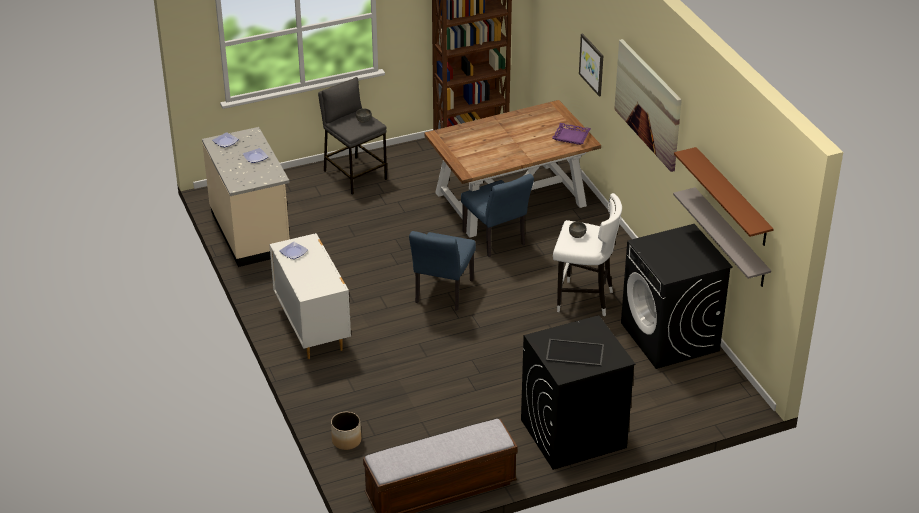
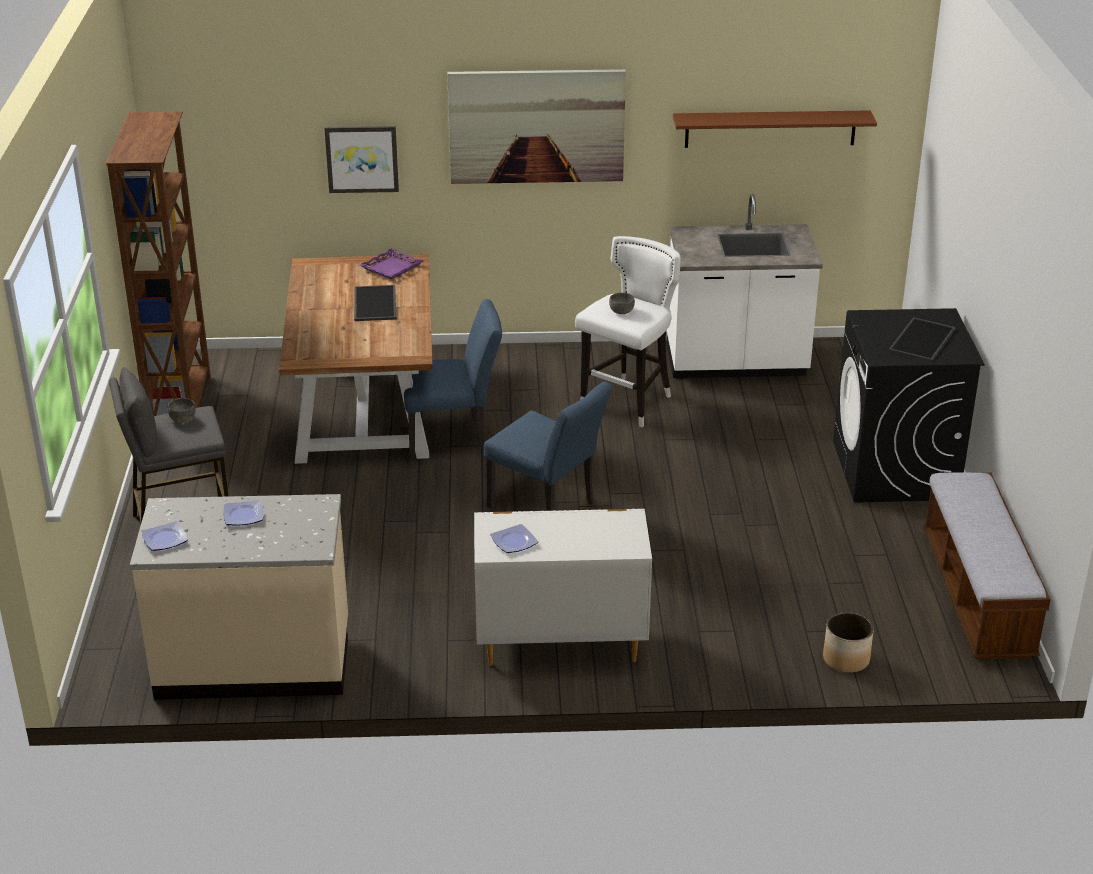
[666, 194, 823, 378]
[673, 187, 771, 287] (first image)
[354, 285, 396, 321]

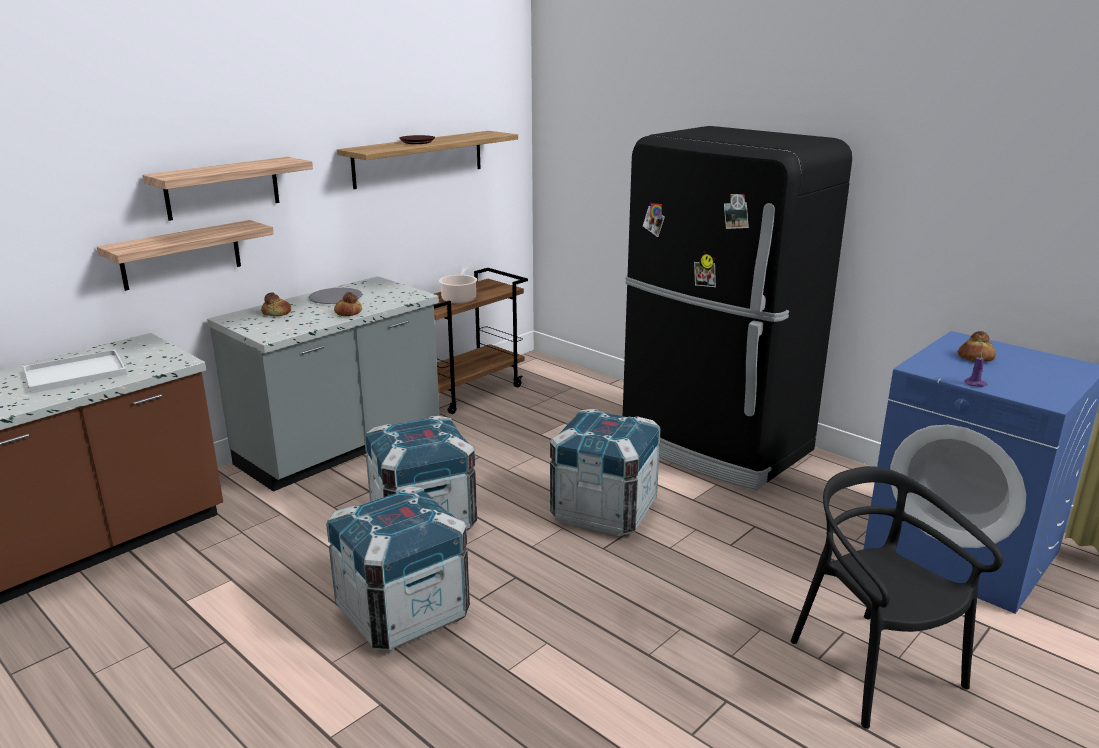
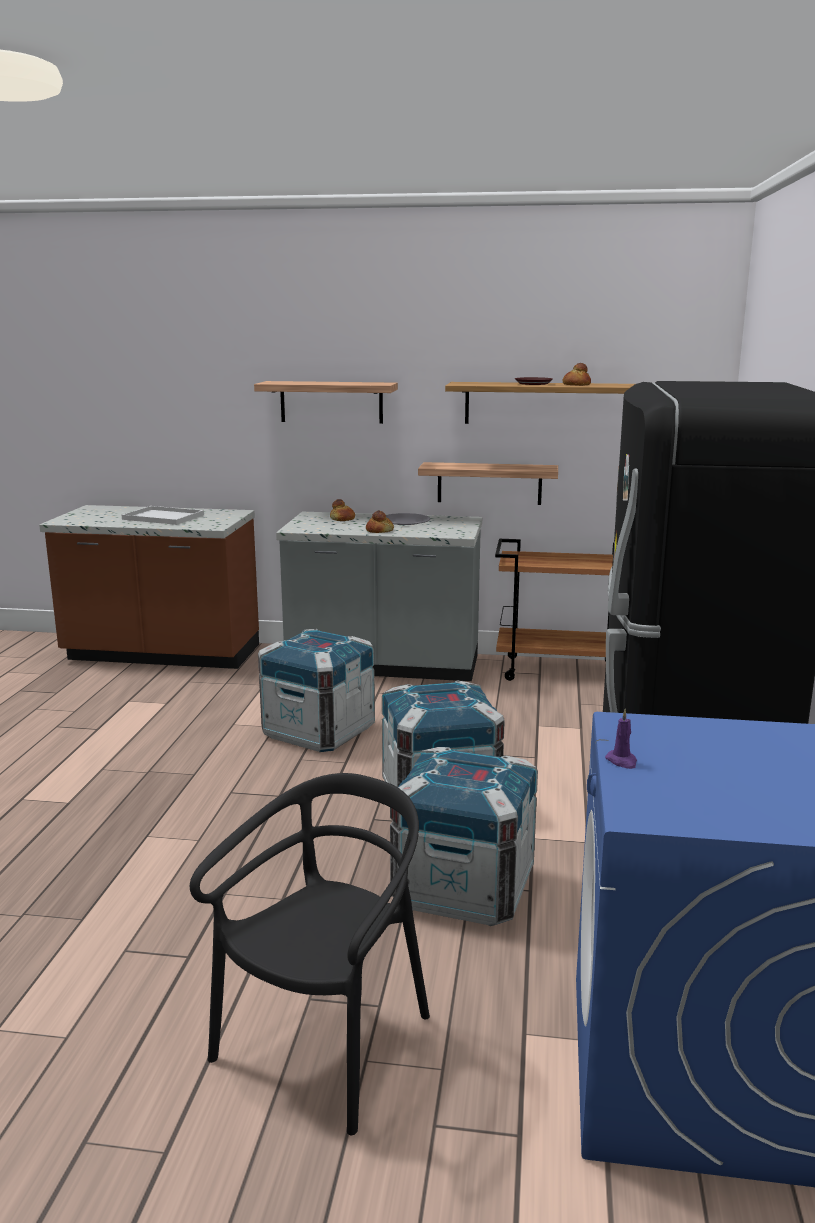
[418, 462, 558, 505]
[390, 747, 538, 926]
[439, 266, 478, 304] (first image)
[563, 363, 591, 386]

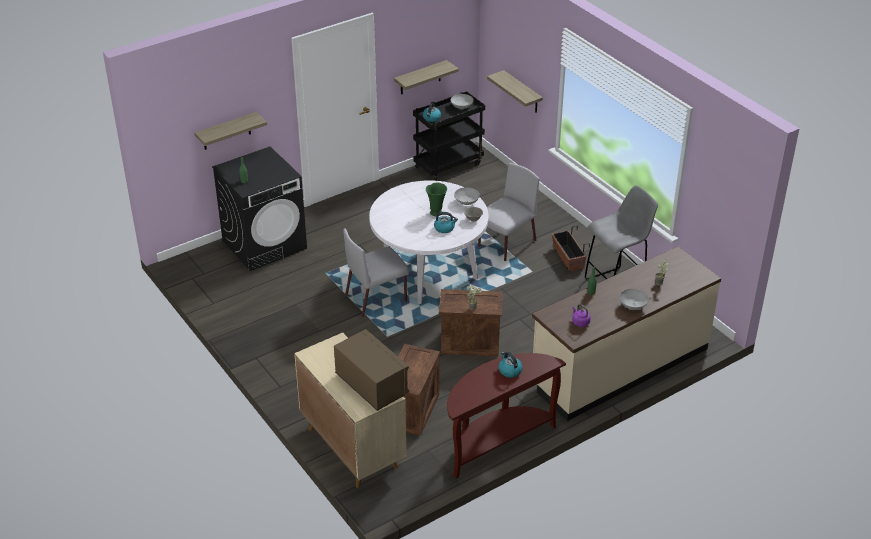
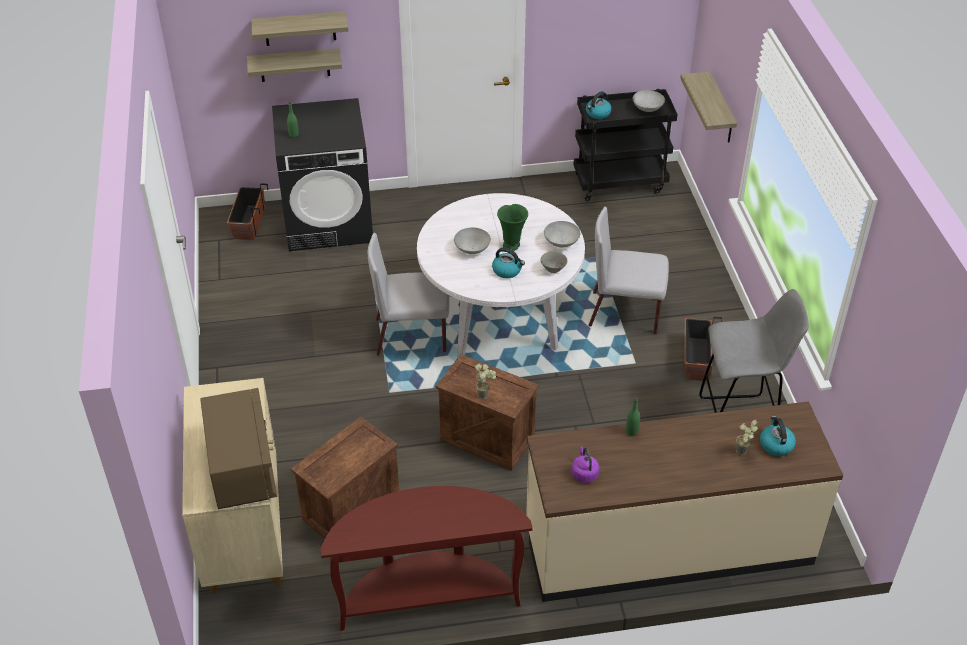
[251, 11, 348, 46]
[588, 207, 669, 334]
[760, 416, 796, 456]
[454, 228, 491, 254]
[227, 183, 268, 240]

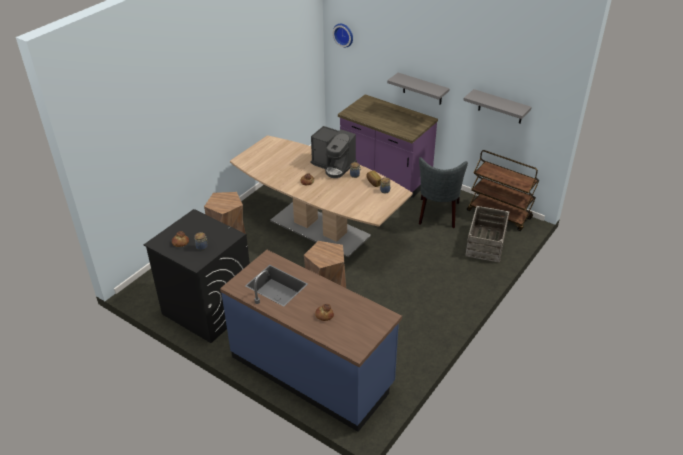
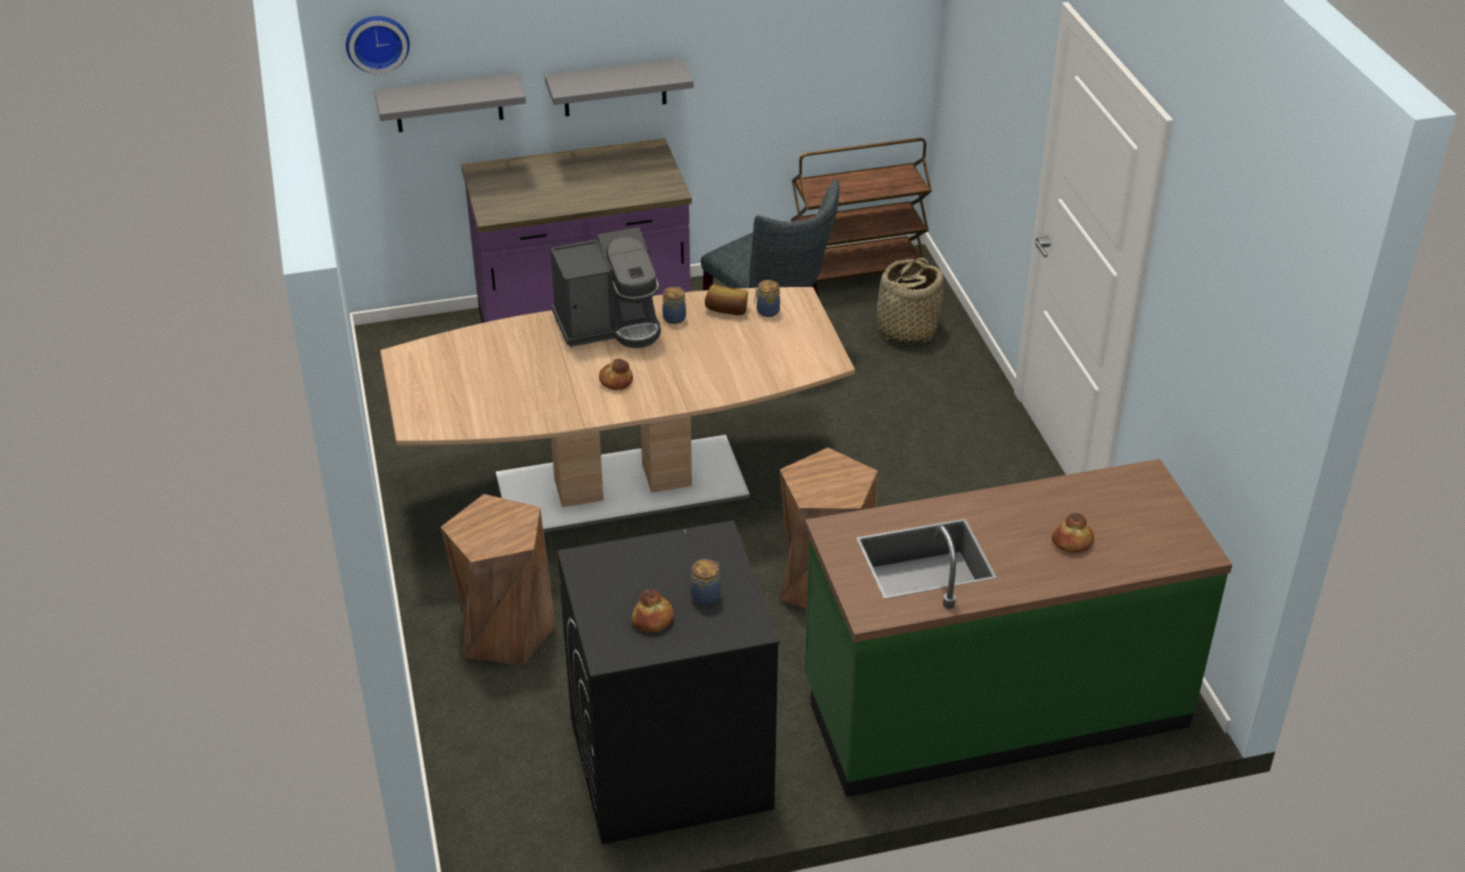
[805, 459, 1232, 797]
[375, 74, 526, 132]
[875, 258, 944, 343]

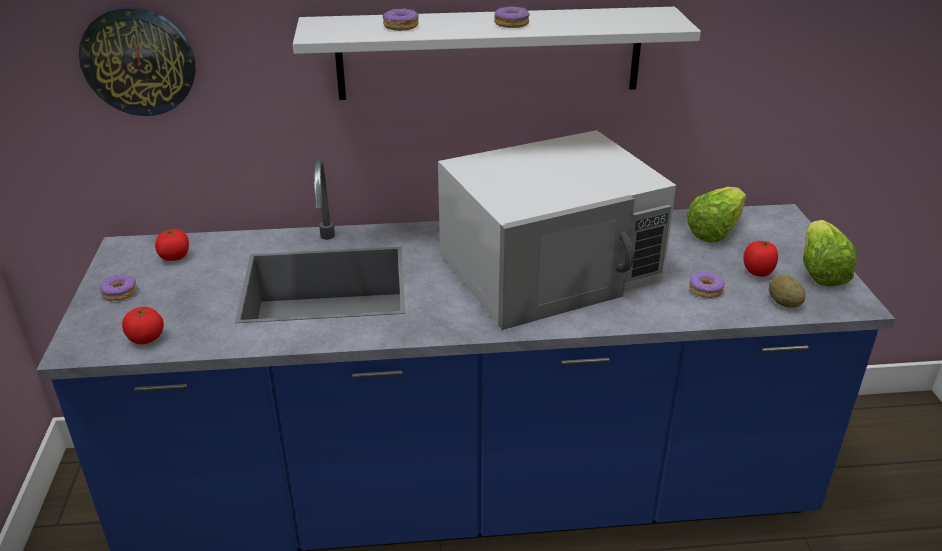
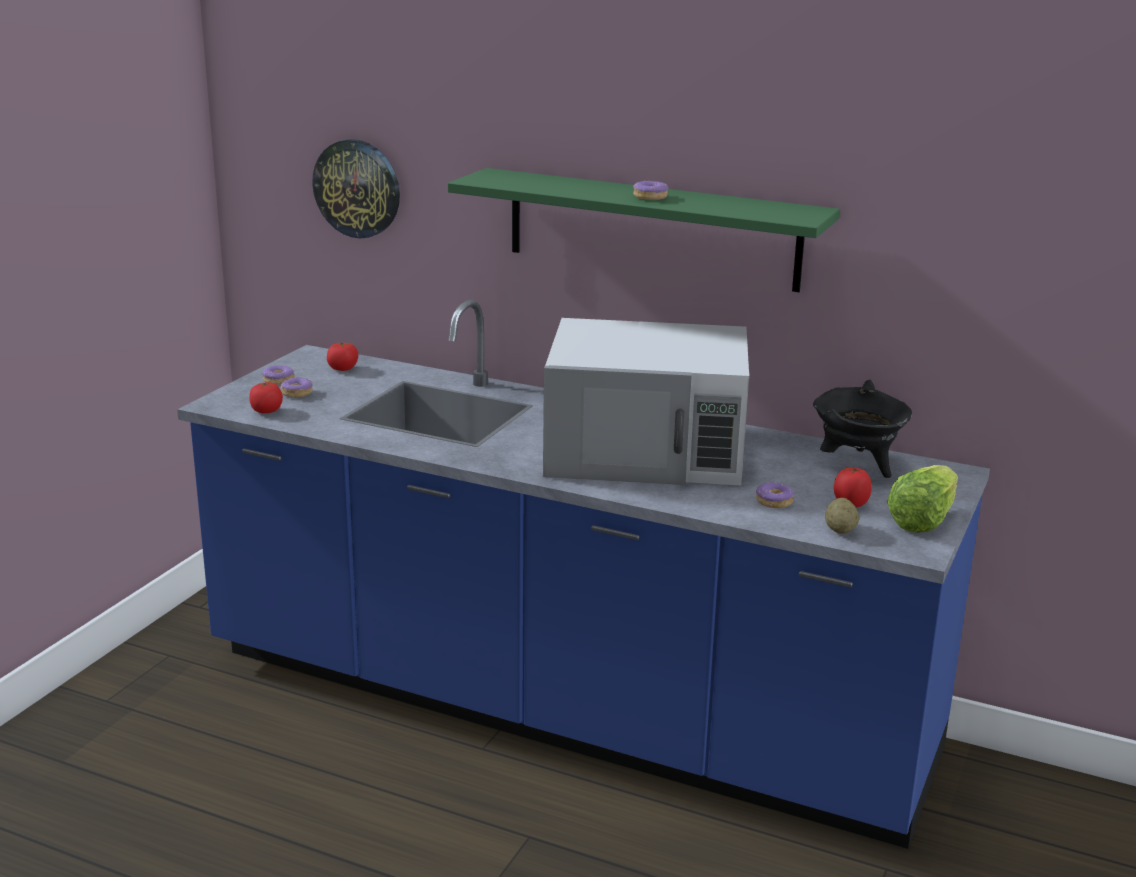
[448, 168, 840, 292]
[281, 377, 313, 398]
[813, 380, 912, 478]

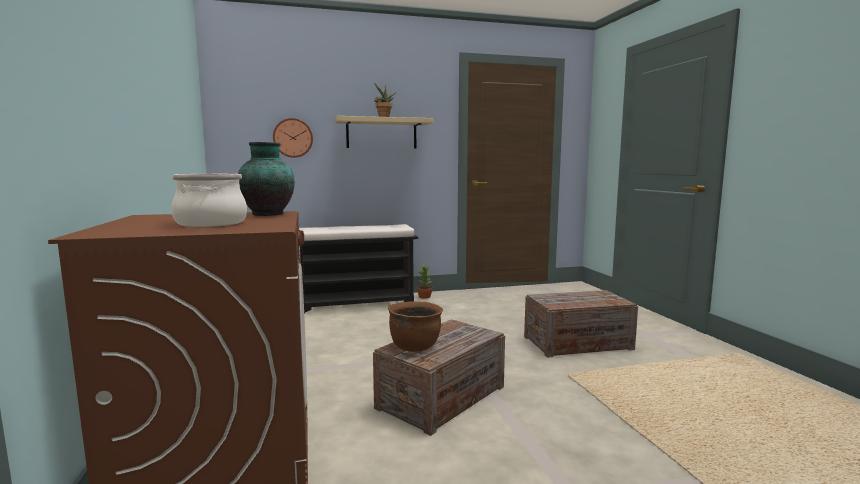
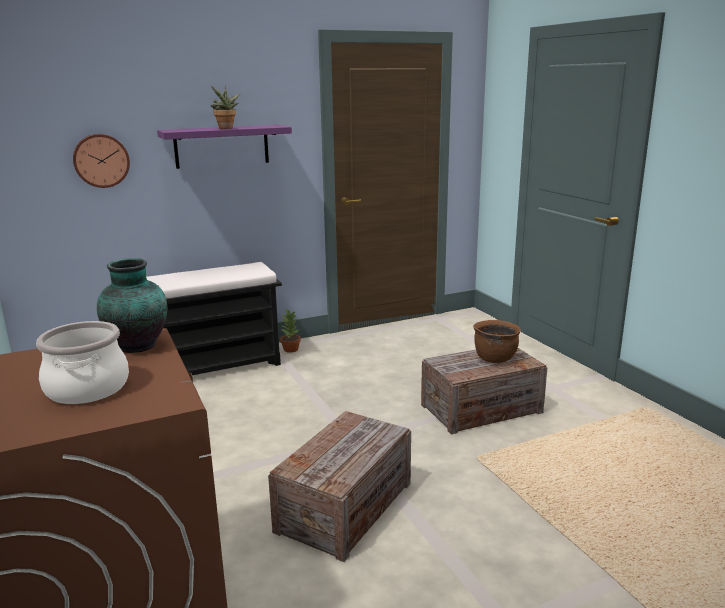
[157, 125, 292, 169]
[473, 320, 521, 363]

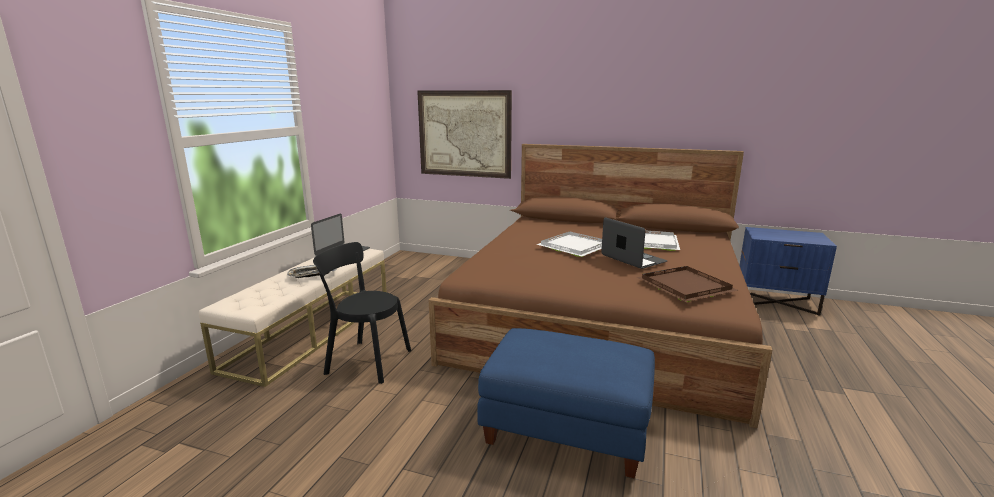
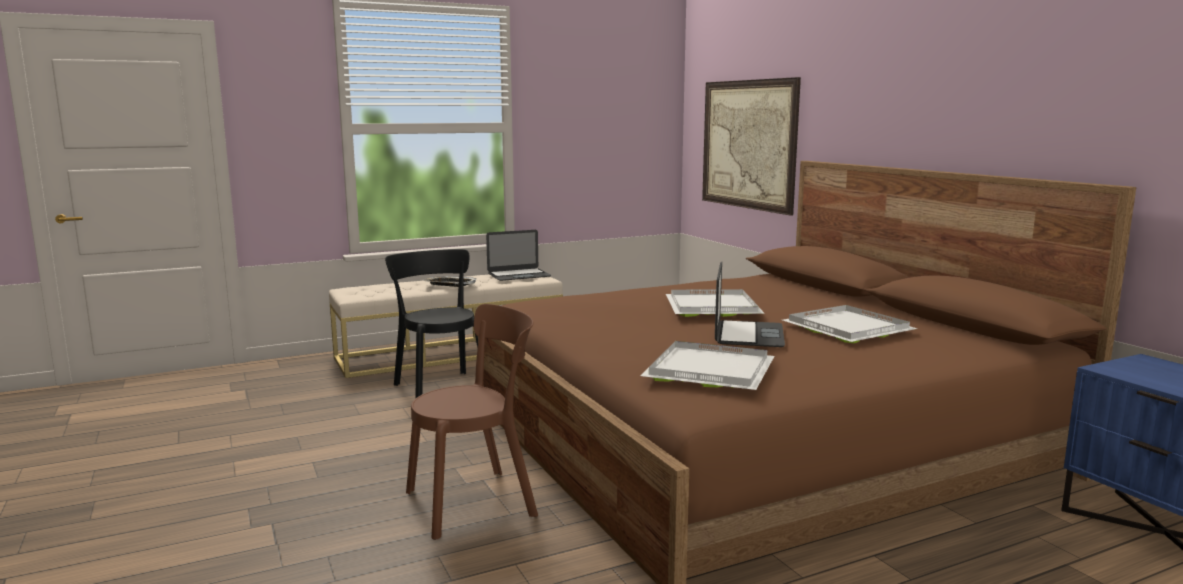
[406, 304, 538, 540]
[640, 341, 774, 390]

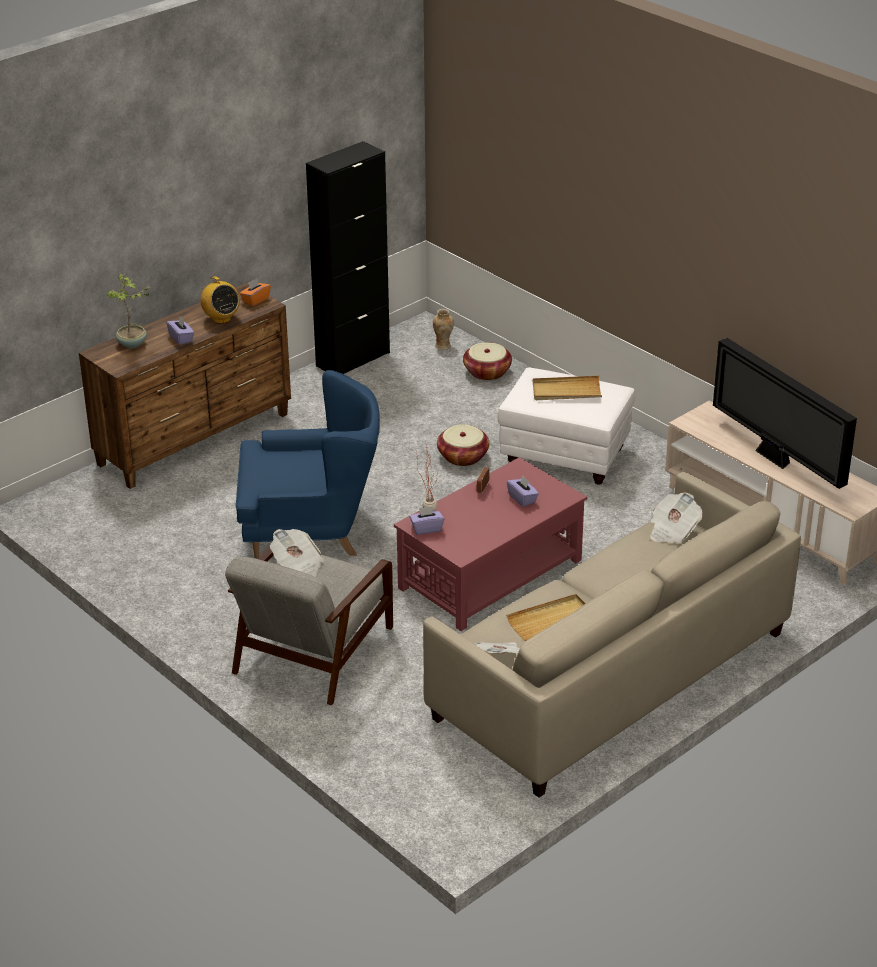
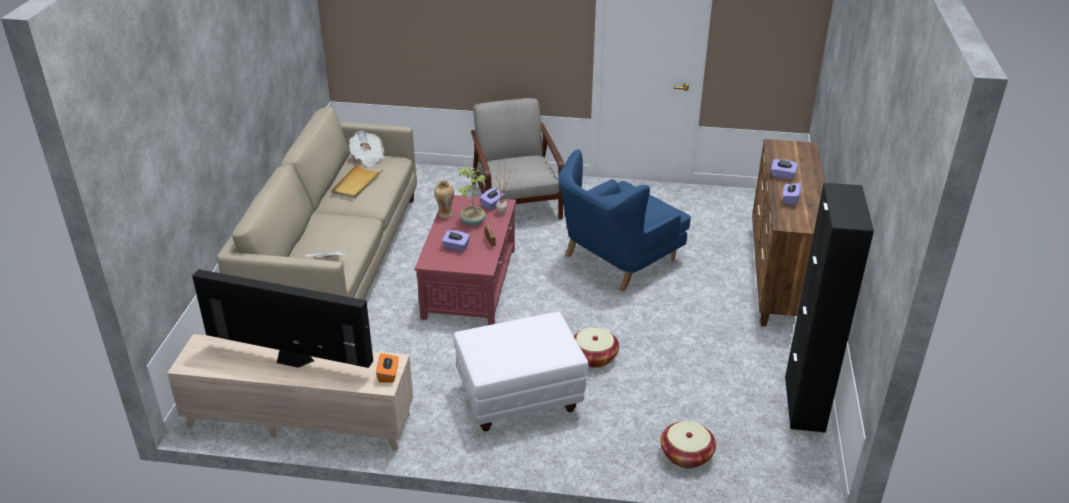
[459, 167, 486, 226]
[783, 180, 801, 206]
[376, 353, 399, 383]
[270, 529, 325, 577] (first image)
[434, 179, 454, 218]
[533, 376, 602, 400] (first image)

